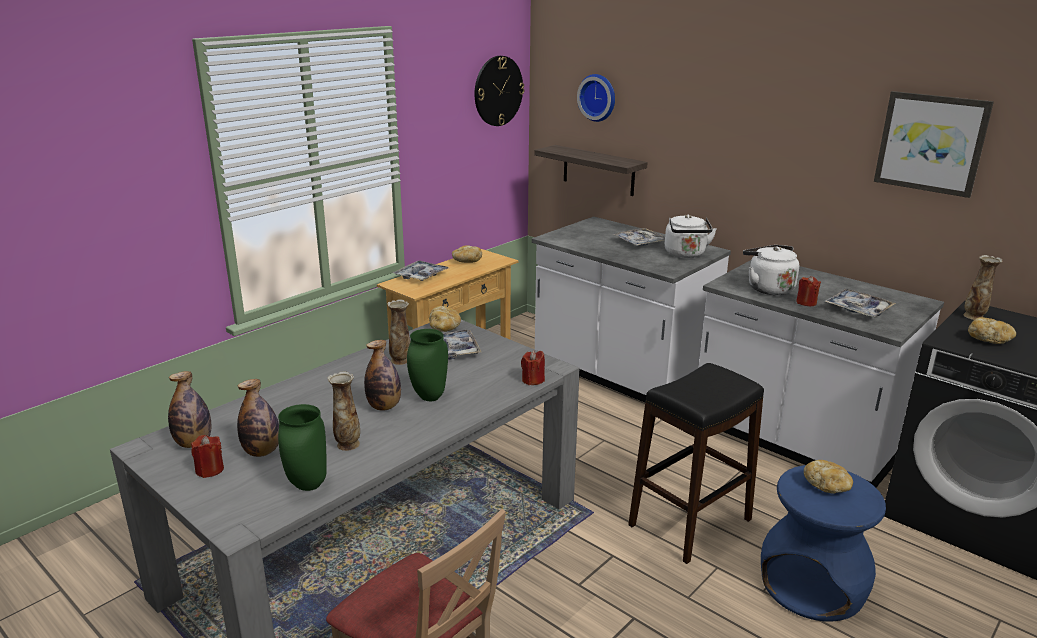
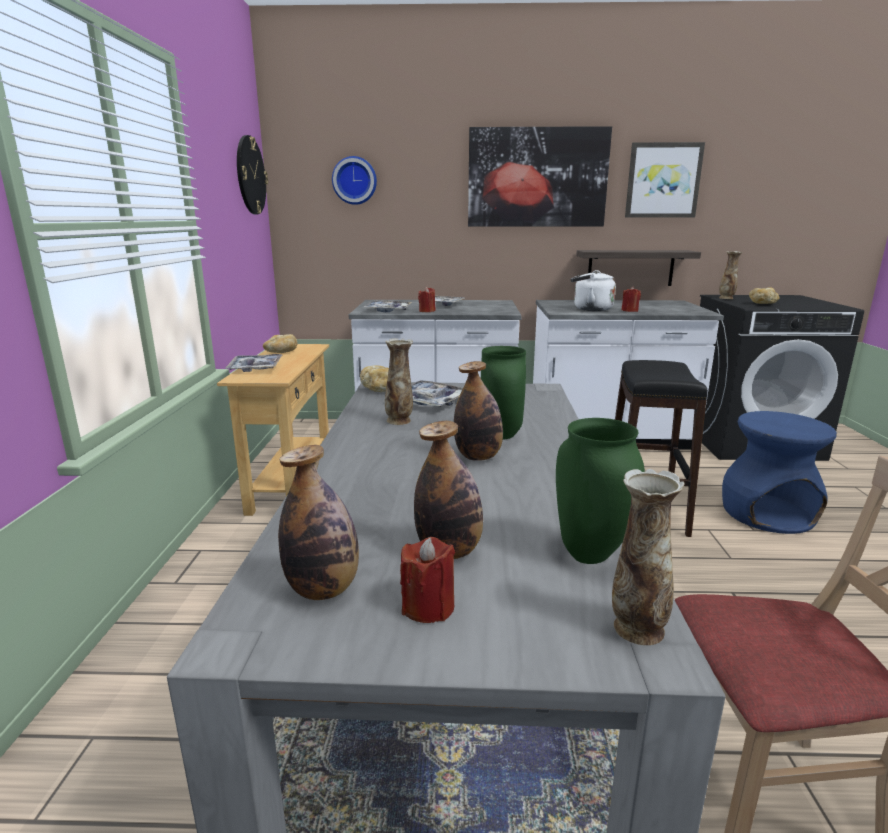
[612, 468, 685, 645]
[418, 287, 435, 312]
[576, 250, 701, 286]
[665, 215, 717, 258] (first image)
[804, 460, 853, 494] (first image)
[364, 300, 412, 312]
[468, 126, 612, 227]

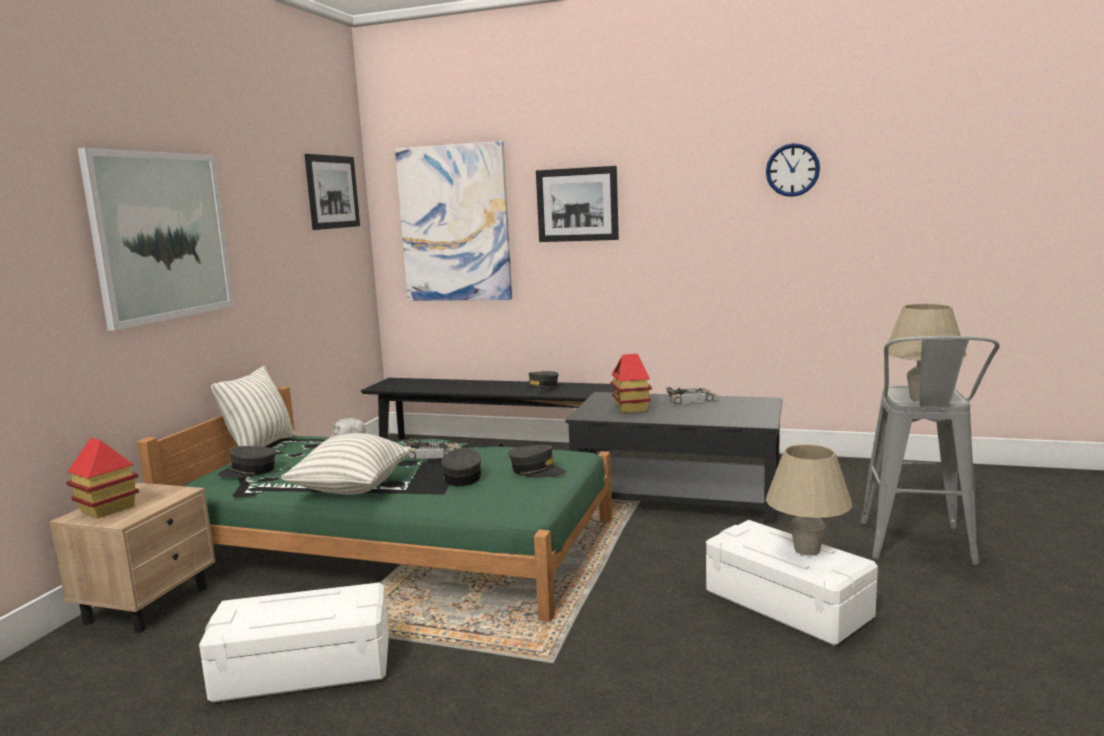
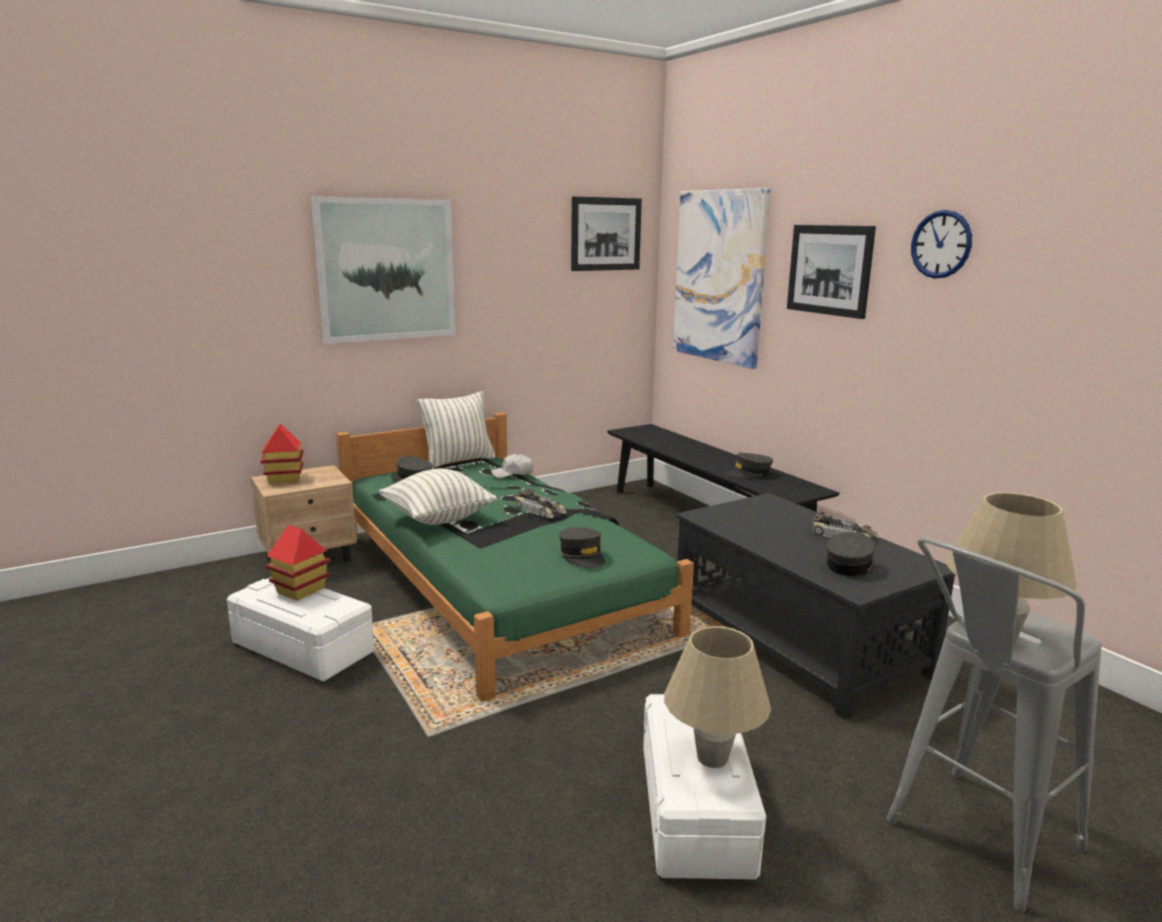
[826, 532, 875, 576]
[265, 525, 330, 601]
[911, 210, 972, 279]

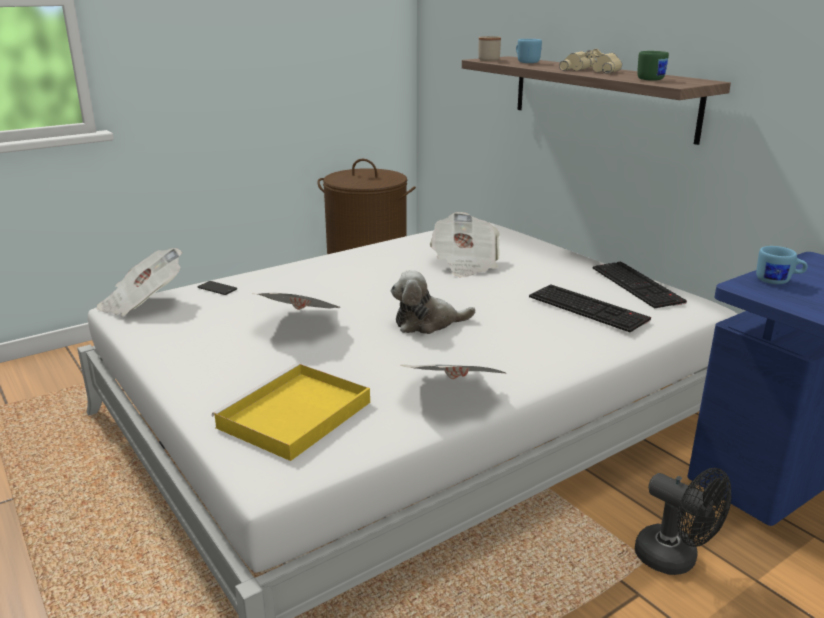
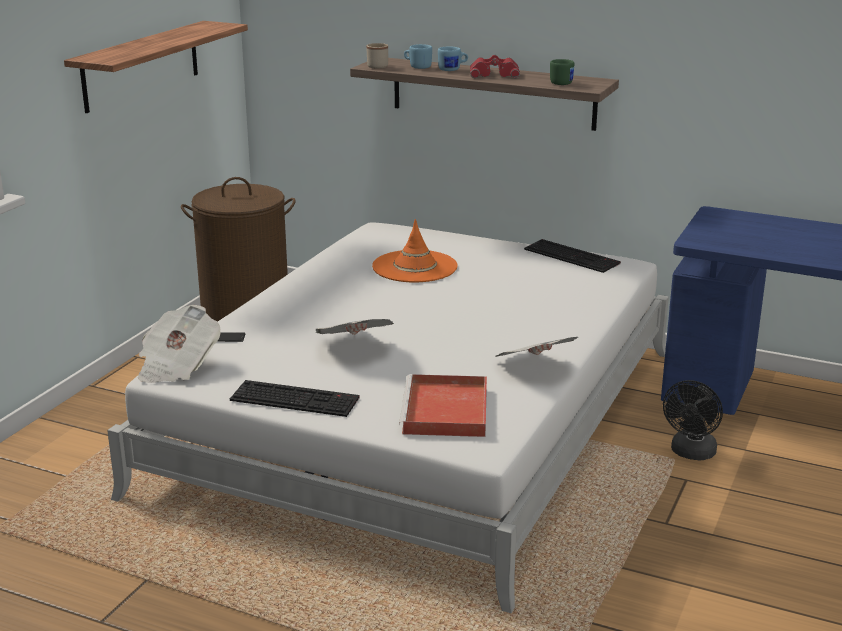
[399, 374, 487, 437]
[391, 270, 475, 334] (first image)
[372, 219, 457, 283]
[230, 380, 360, 417]
[470, 55, 520, 78]
[663, 380, 723, 461]
[438, 46, 468, 71]
[64, 21, 248, 113]

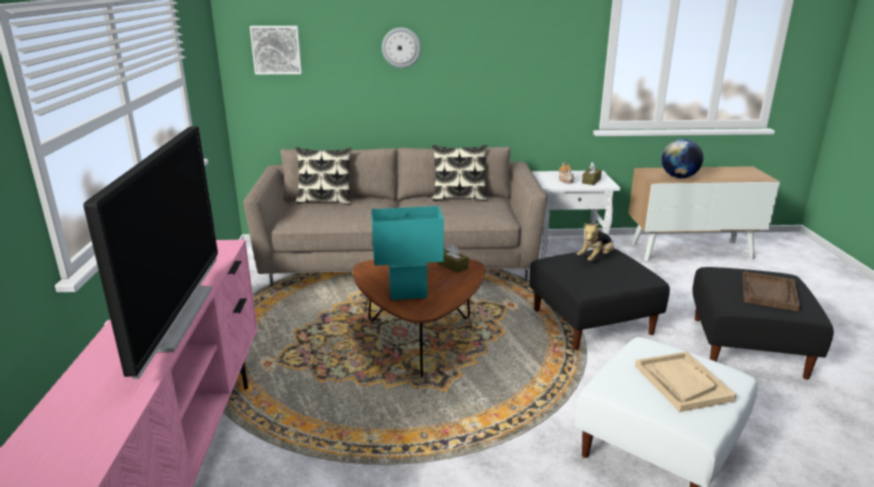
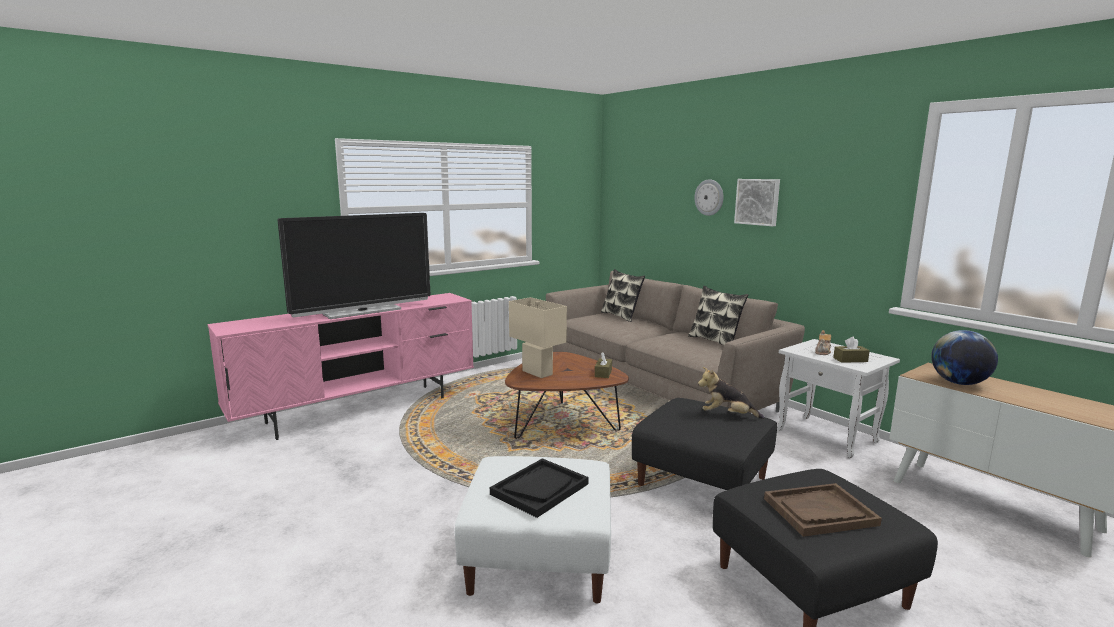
[734, 179, 780, 226]
[509, 297, 567, 378]
[490, 458, 589, 518]

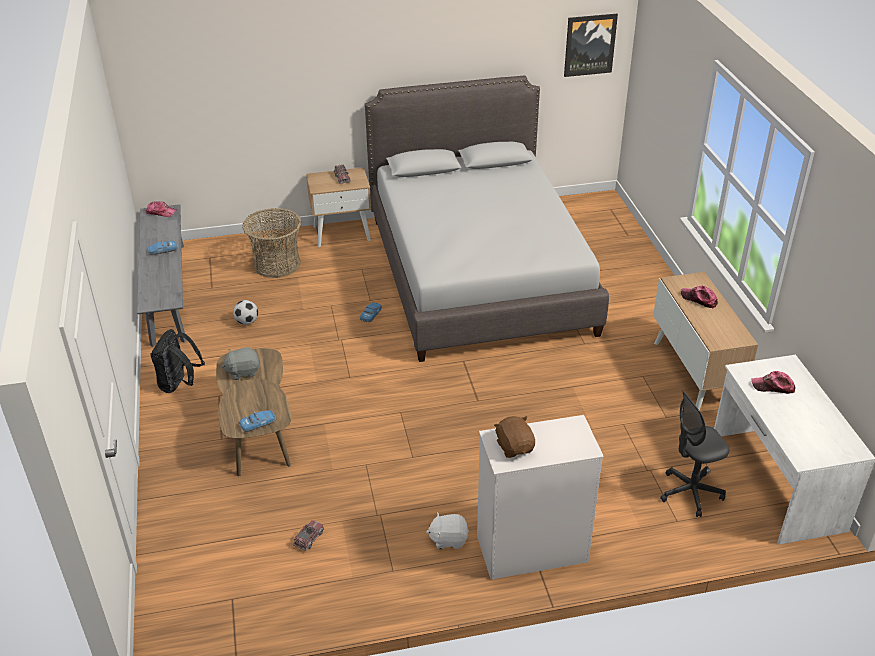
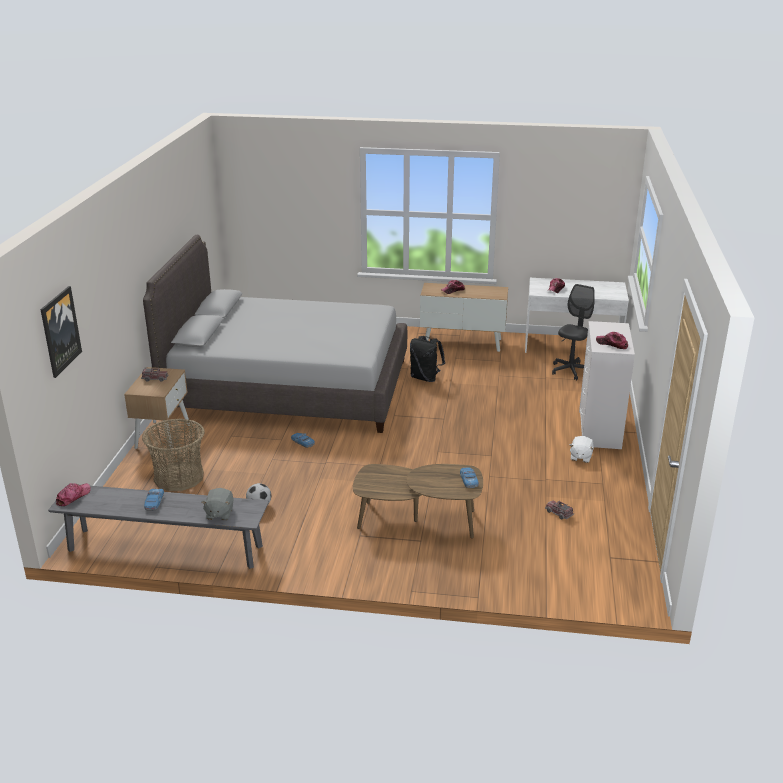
[410, 336, 445, 382]
[201, 488, 234, 520]
[596, 332, 628, 349]
[40, 286, 82, 378]
[552, 284, 595, 380]

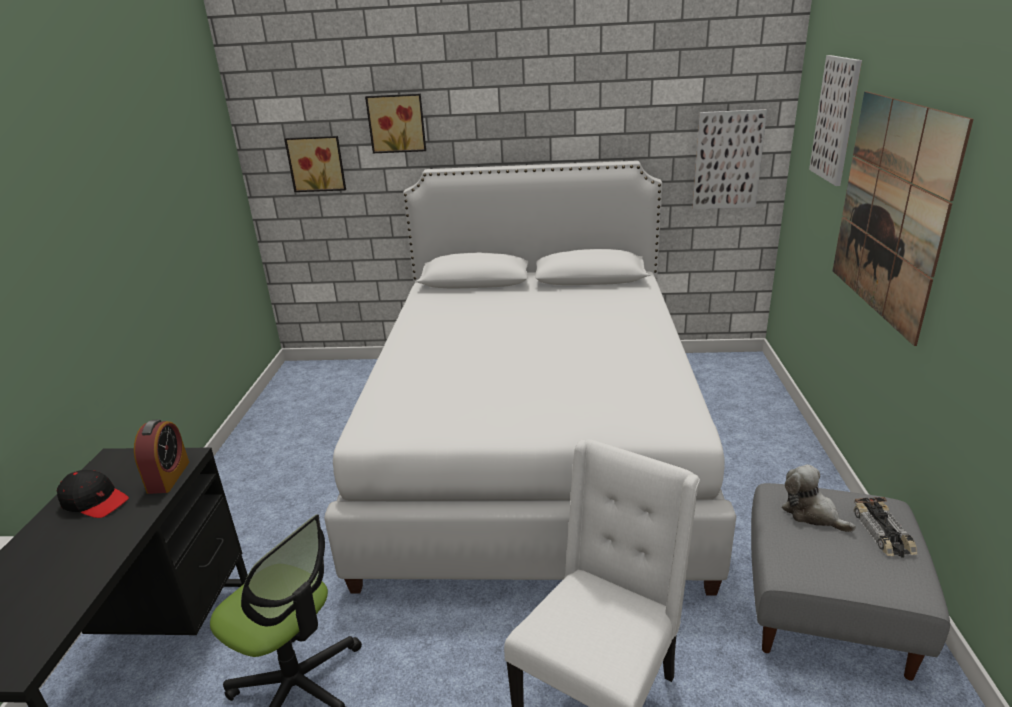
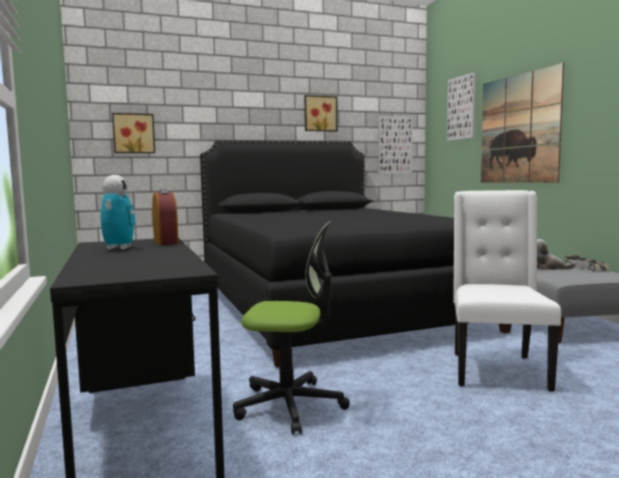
[101, 175, 136, 250]
[200, 140, 512, 368]
[305, 95, 338, 132]

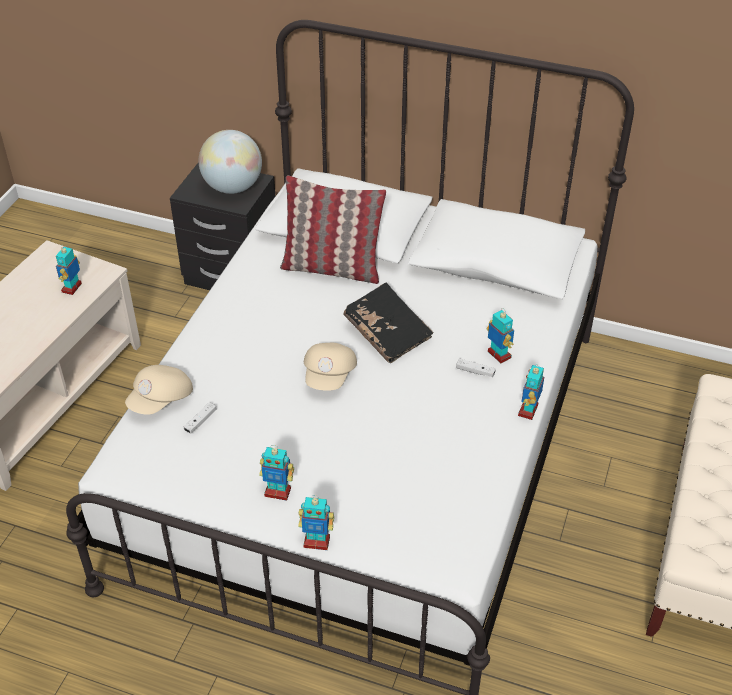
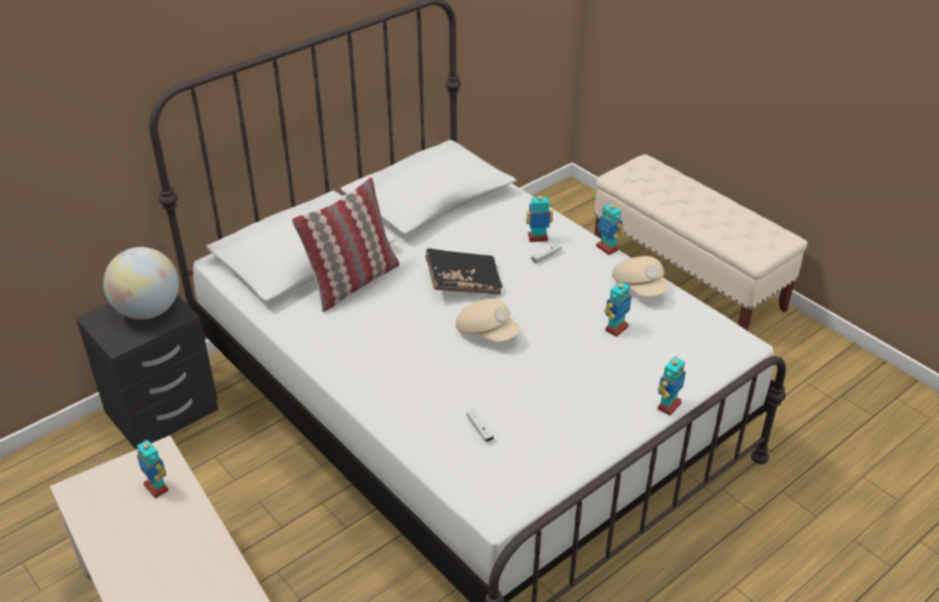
[612, 256, 669, 296]
[604, 279, 631, 337]

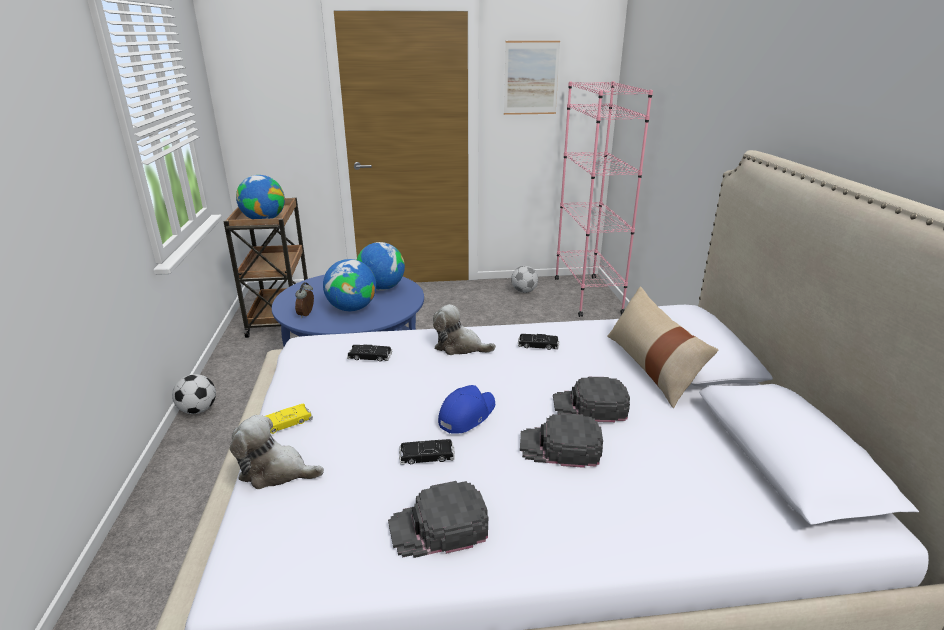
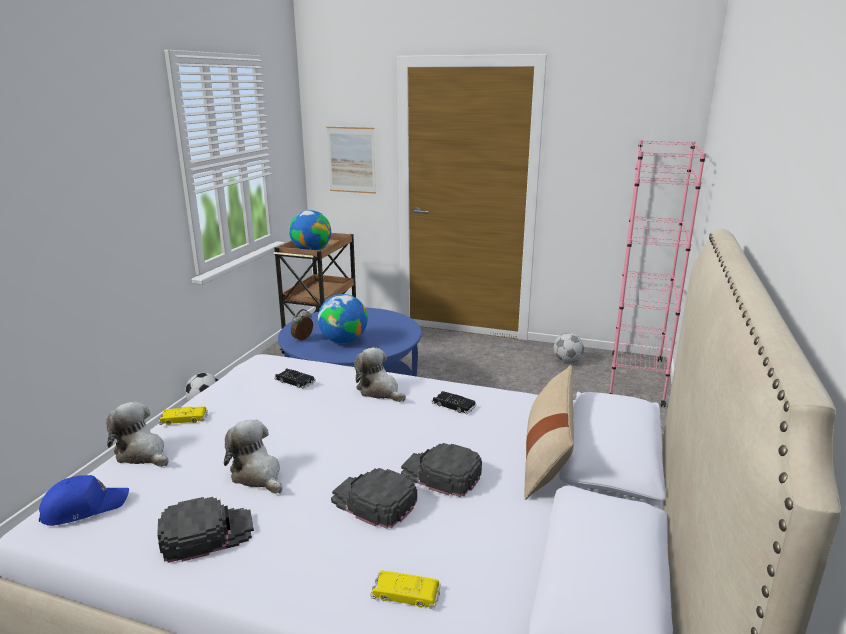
[357, 242, 405, 291] (first image)
[157, 497, 254, 563]
[224, 420, 283, 494]
[39, 475, 129, 526]
[327, 127, 376, 194]
[370, 570, 441, 609]

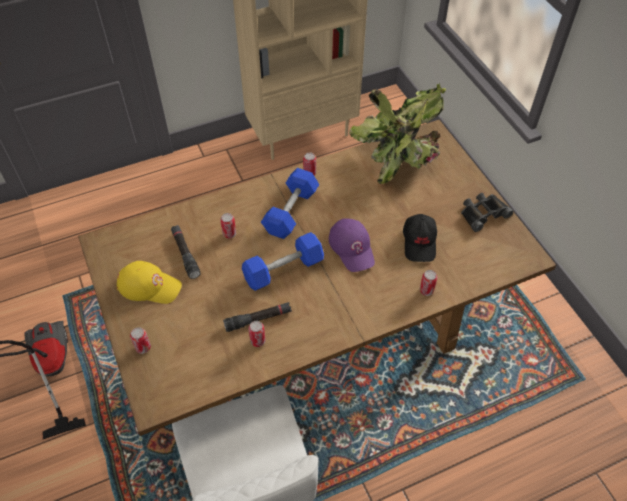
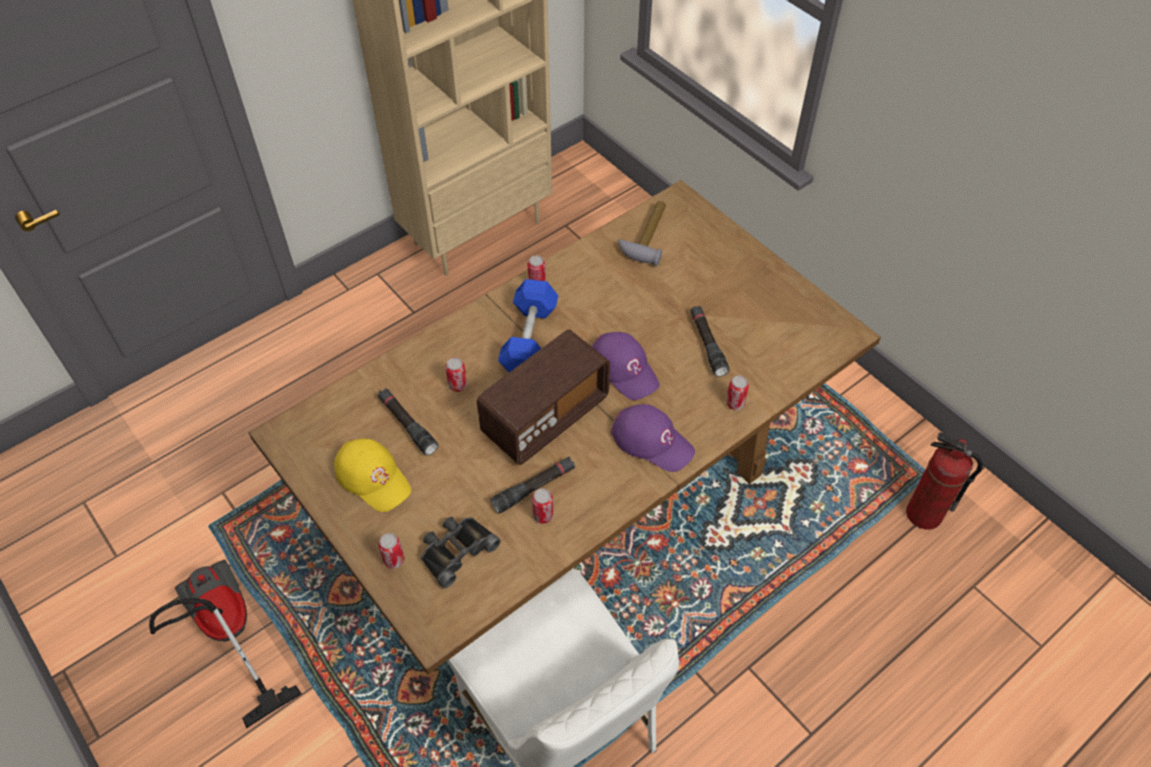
[334, 438, 411, 512]
[477, 329, 610, 465]
[618, 201, 666, 267]
[690, 306, 730, 377]
[421, 517, 501, 588]
[611, 404, 695, 472]
[906, 432, 983, 529]

